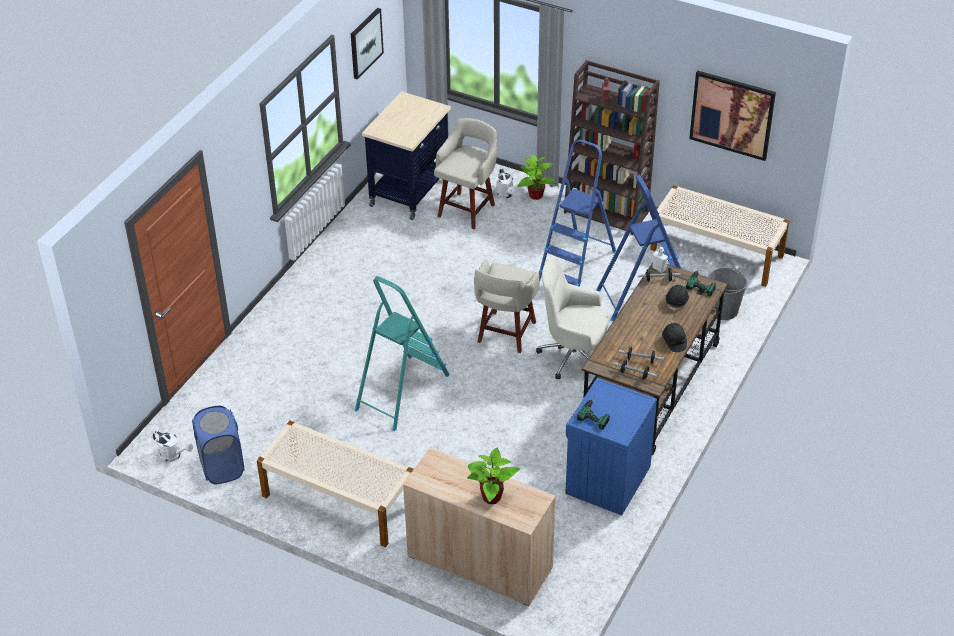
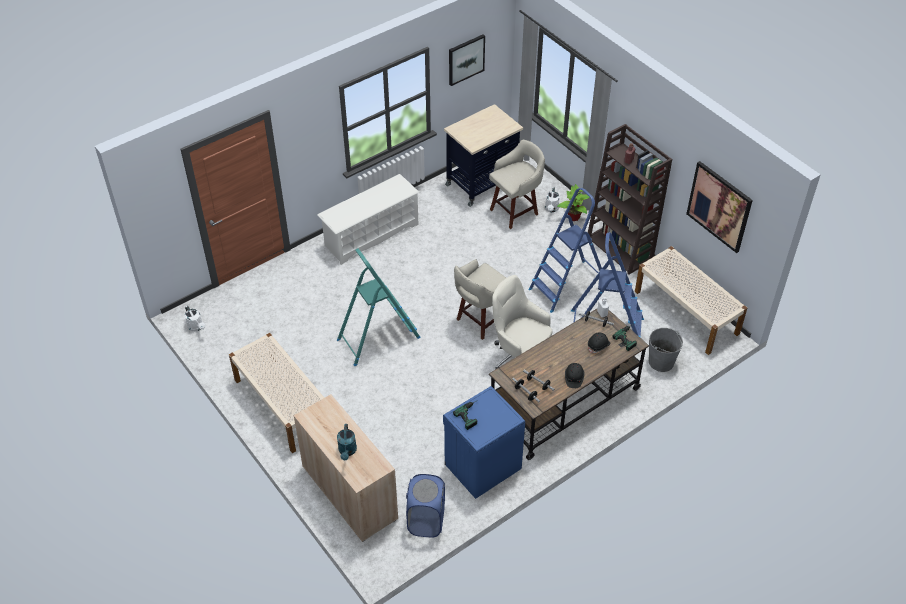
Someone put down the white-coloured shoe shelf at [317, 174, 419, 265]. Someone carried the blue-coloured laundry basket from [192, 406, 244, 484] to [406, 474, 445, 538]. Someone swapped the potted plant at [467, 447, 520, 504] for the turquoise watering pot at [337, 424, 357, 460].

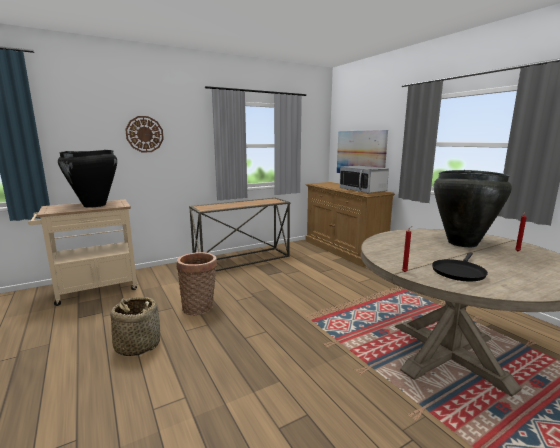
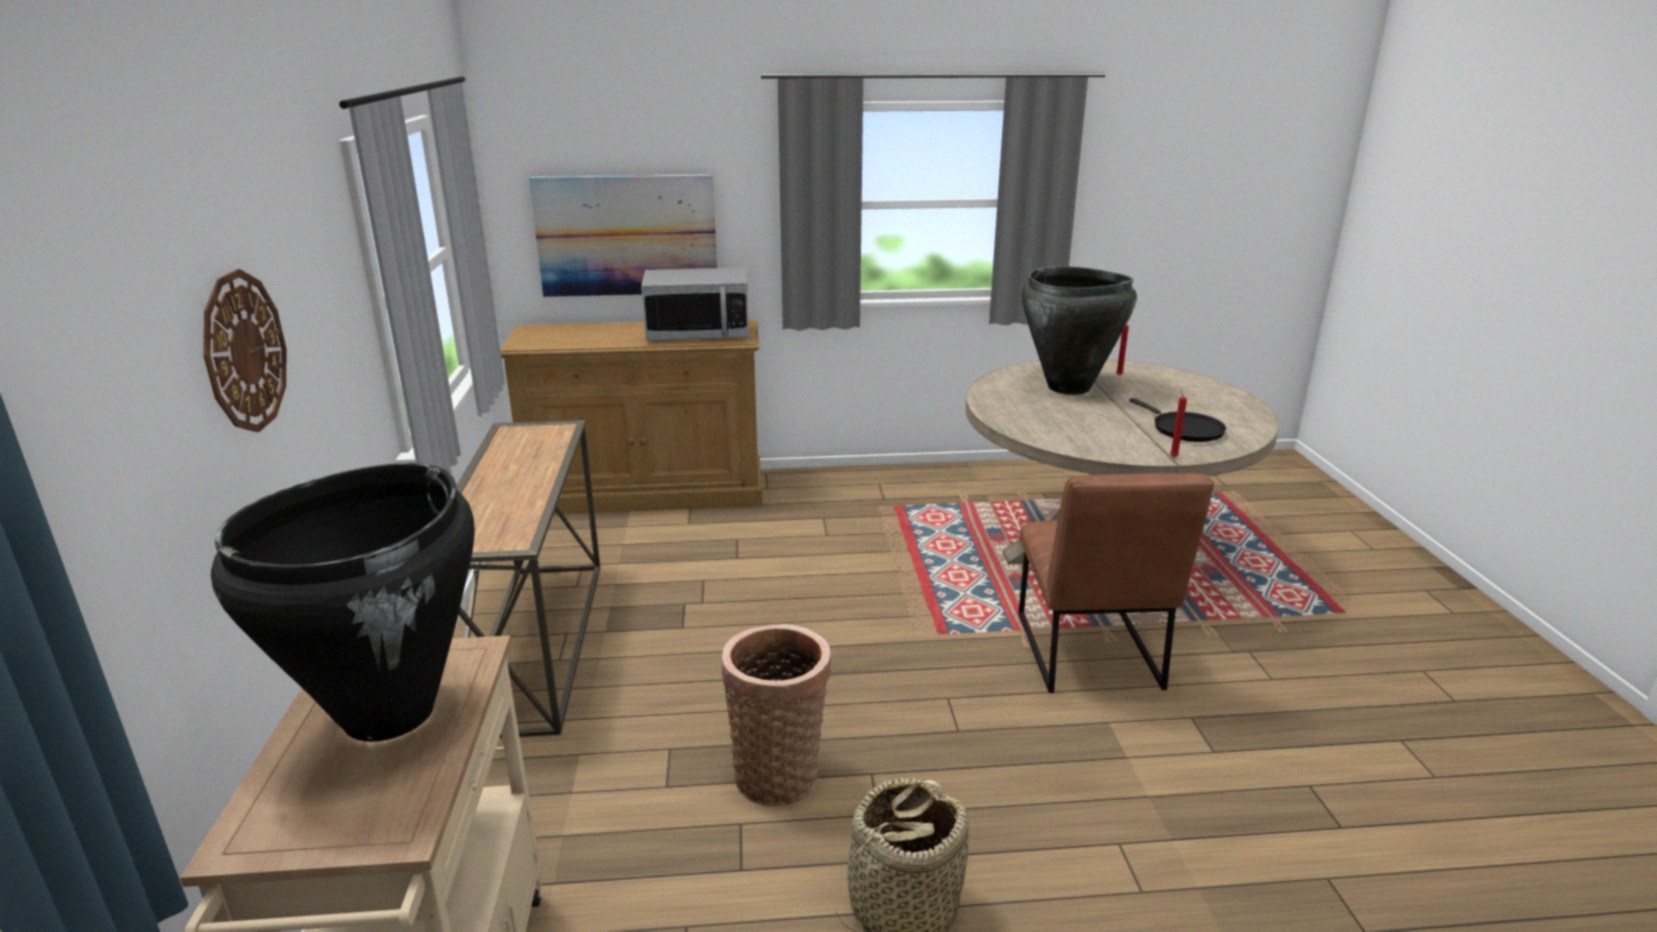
Someone put down the brown-coloured upright chair at [1018, 474, 1214, 693].

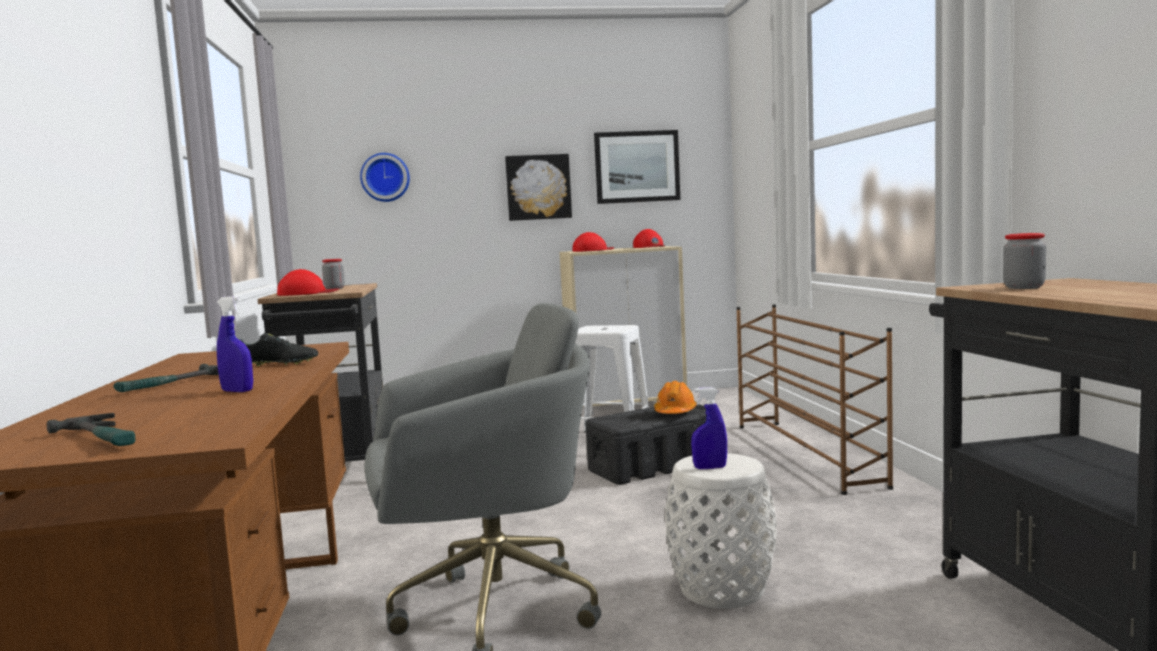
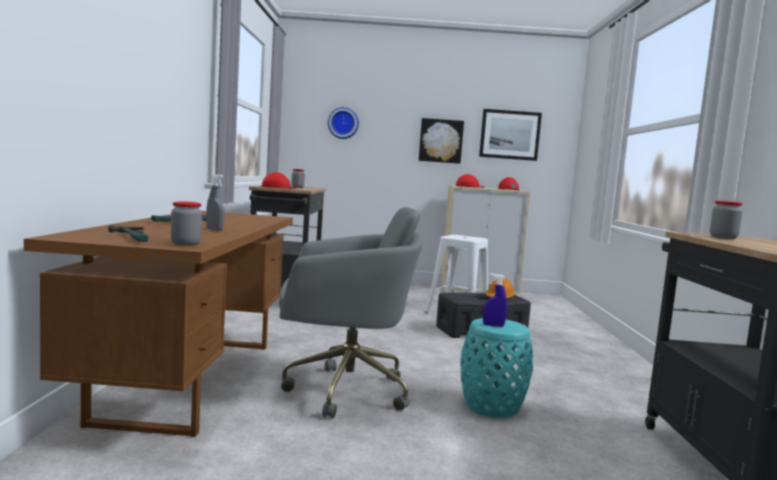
Someone took away the black low shoe at [239, 333, 318, 366]. Someone took away the brown-coloured shoe shelf at [736, 304, 893, 495]. Someone put down the storage jar at [171, 201, 202, 246]. Someone repainted the blue-coloured hand sprayer at [217, 296, 253, 392], which became the gray hand sprayer at [206, 174, 225, 231]. Someone repainted the white-coloured stool seat at [665, 453, 776, 609], which became the turquoise stool seat at [460, 318, 533, 418].

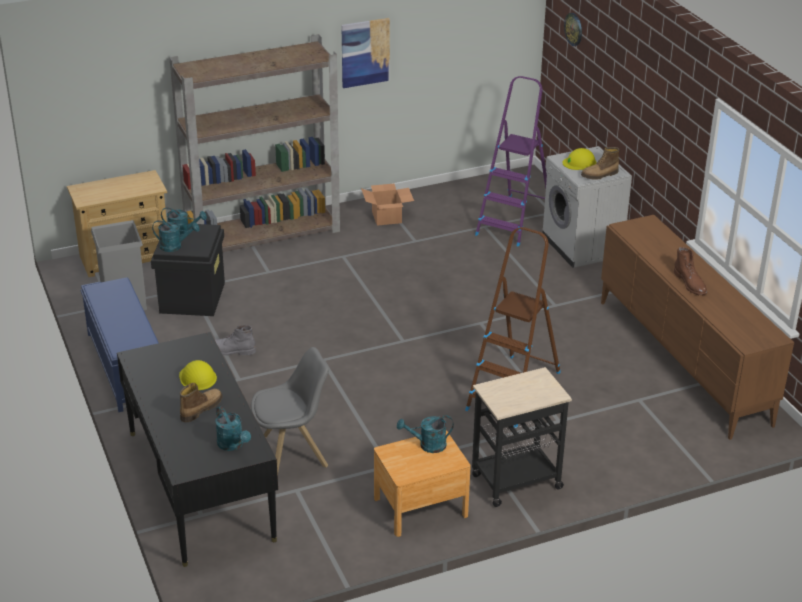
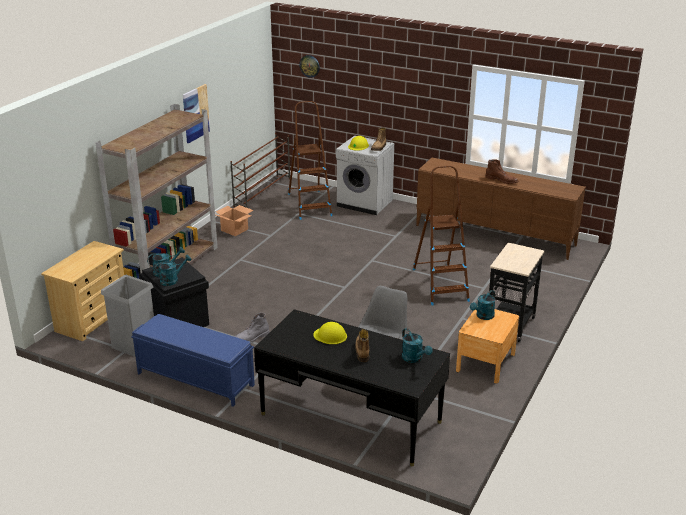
Someone put down the brown-coloured shoe shelf at [230, 133, 290, 208]. Someone repainted the purplish step ladder at [475, 76, 547, 247], which became the brown-coloured step ladder at [288, 101, 332, 220]. Someone rotated the turquoise watering pot at [215, 406, 251, 451] by 45 degrees clockwise.

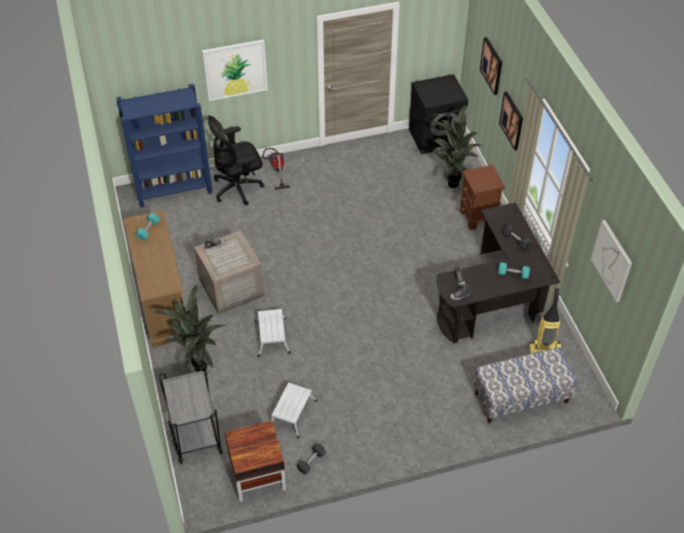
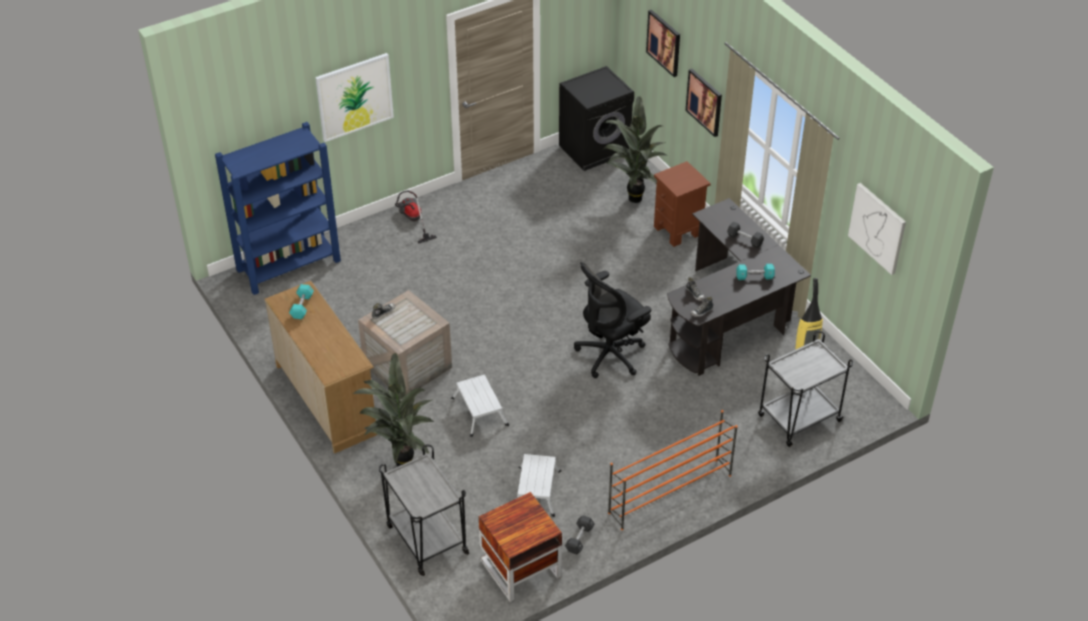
Someone put down the orange-coloured shoe shelf at [608, 410, 738, 530]. Someone carried the black computer chair from [208, 115, 264, 205] to [574, 262, 651, 378]. Someone swapped the bench at [474, 347, 578, 423] for the gray wheeled cart at [758, 331, 853, 447].

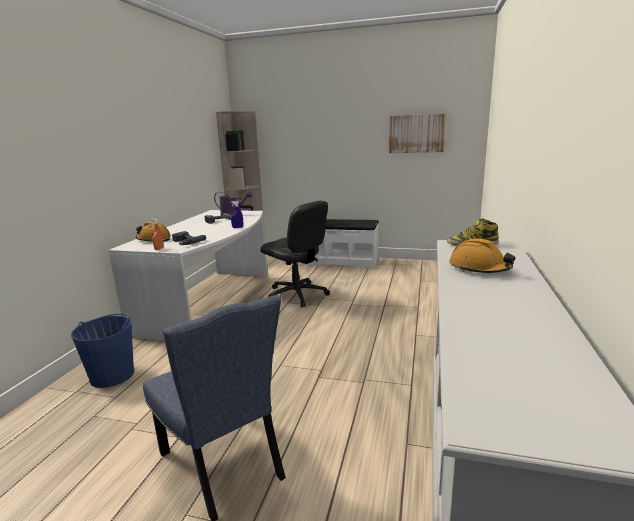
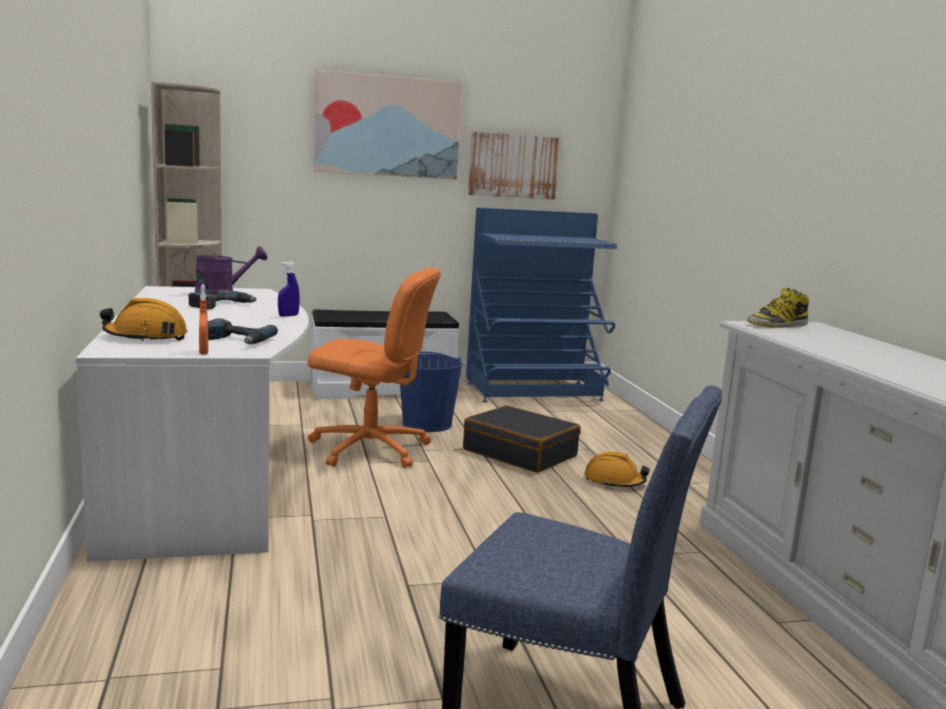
Someone put up the picture at [314, 70, 462, 180]. Someone put down the black piece of luggage at [463, 405, 581, 473]. Someone put down the blue-coloured shoe shelf at [466, 207, 617, 403]. Someone carried the blue-coloured water bucket from [71, 314, 134, 388] to [400, 352, 462, 432]. Someone carried the orange-coloured safety helmet from [449, 239, 515, 273] to [584, 452, 650, 487]. Someone repainted the black computer chair at [260, 201, 330, 308], which became the orange-coloured computer chair at [308, 267, 441, 468].

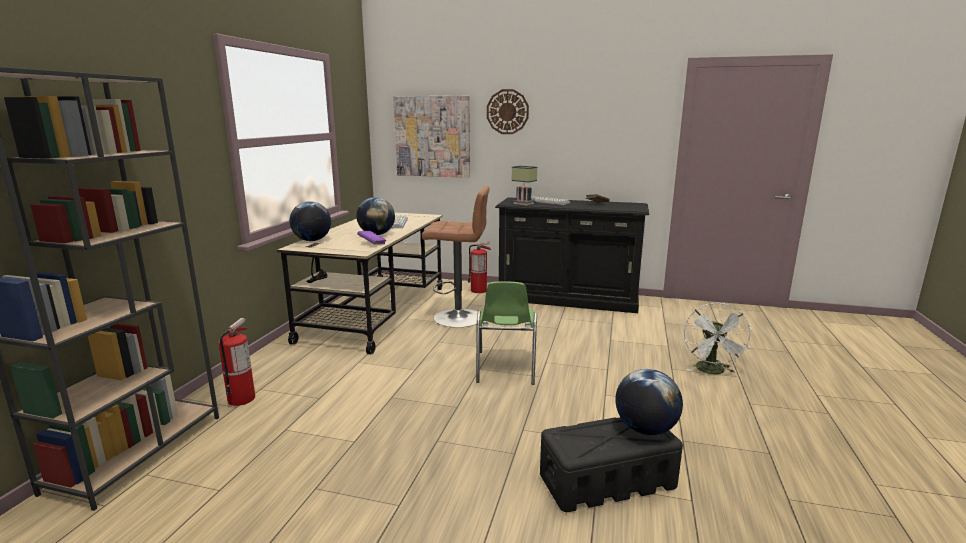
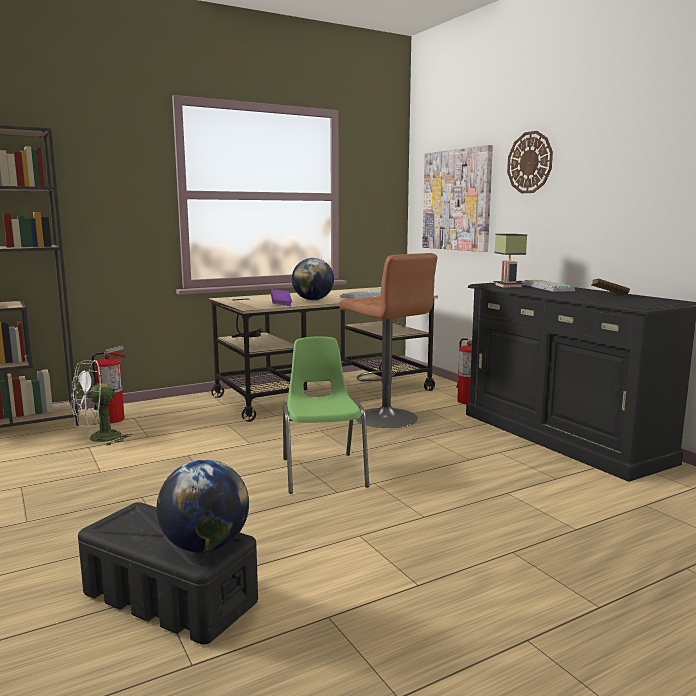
Someone took away the globe at [290, 201, 331, 241]. Someone carried the white-coloured electric fan from [684, 303, 752, 374] to [71, 360, 132, 445]. Someone rotated the greenish upright chair at [476, 281, 537, 385] by 120 degrees clockwise.

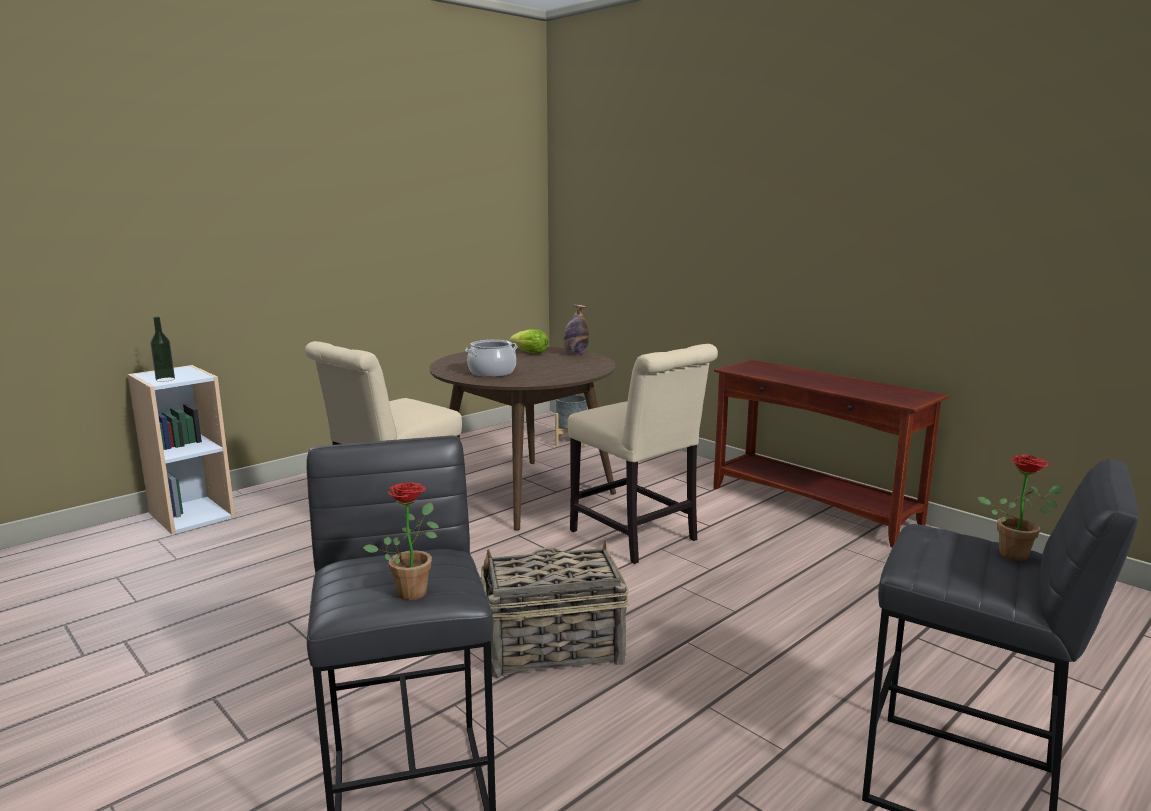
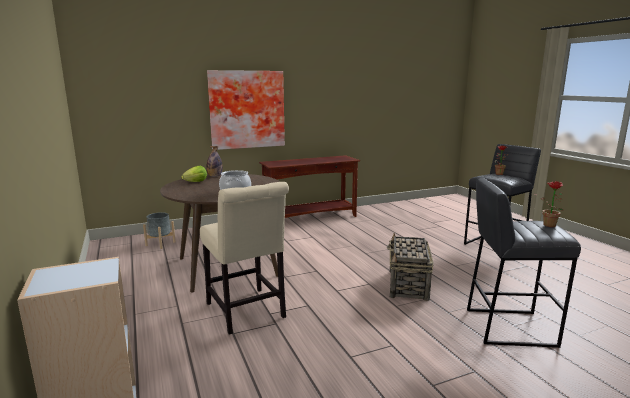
Someone took away the drink bottle at [150, 317, 175, 382]. Someone took away the beige upright chair at [568, 344, 718, 564]. Someone put up the picture at [207, 70, 285, 150].

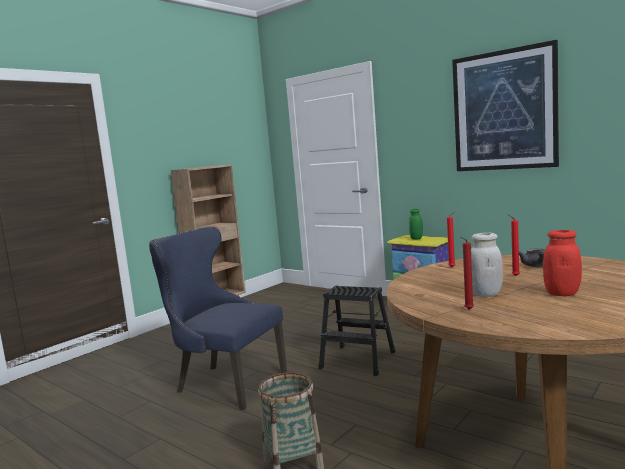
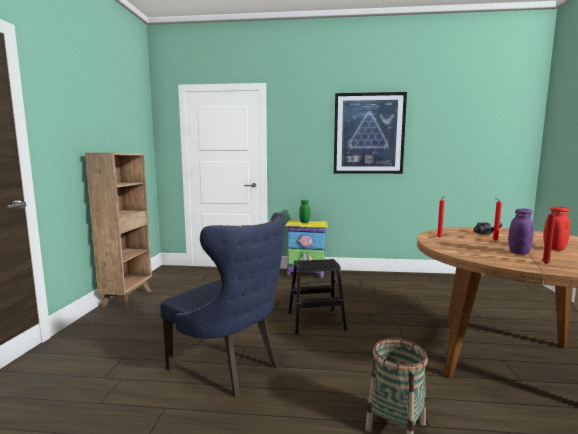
Someone repainted the white-coloured storage jar at [471, 233, 503, 297], which became the purplish storage jar at [508, 209, 534, 255]. Someone rotated the blue-coloured upright chair at [149, 227, 287, 410] by 135 degrees counterclockwise.

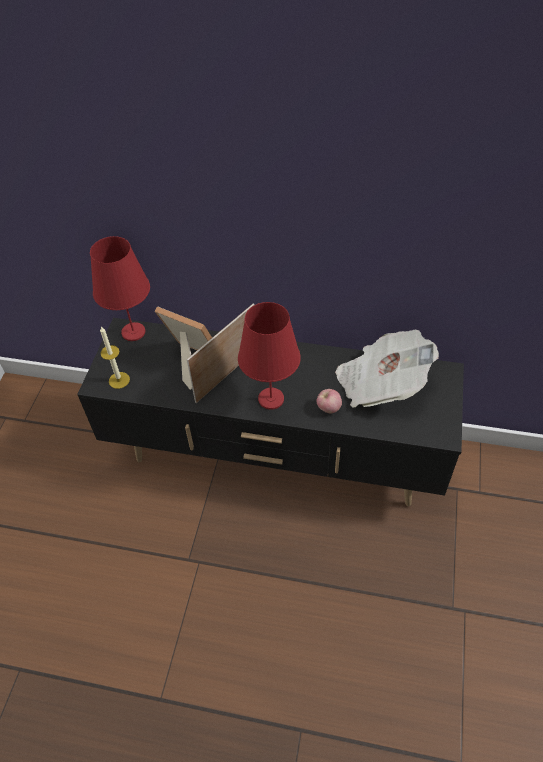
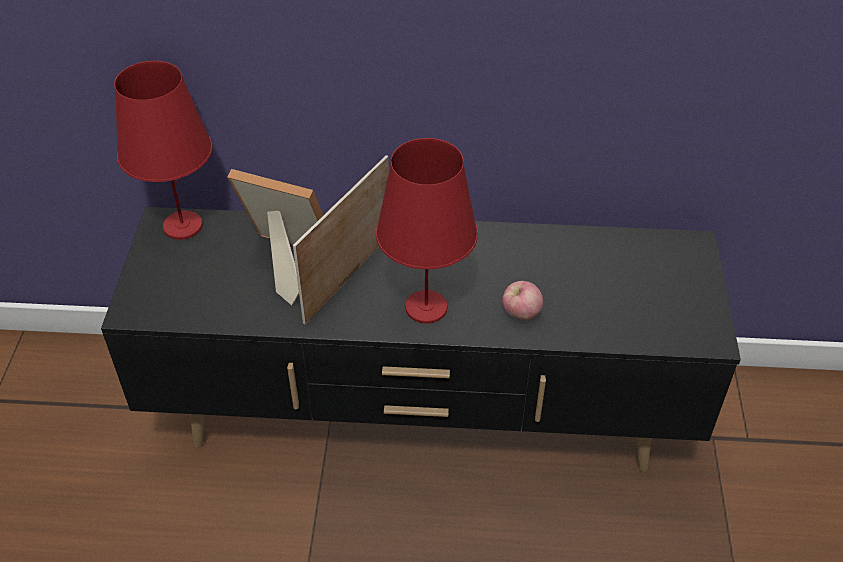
Someone took away the wax light at [100, 327, 130, 389]. Someone took away the daily paper at [335, 330, 439, 408].

